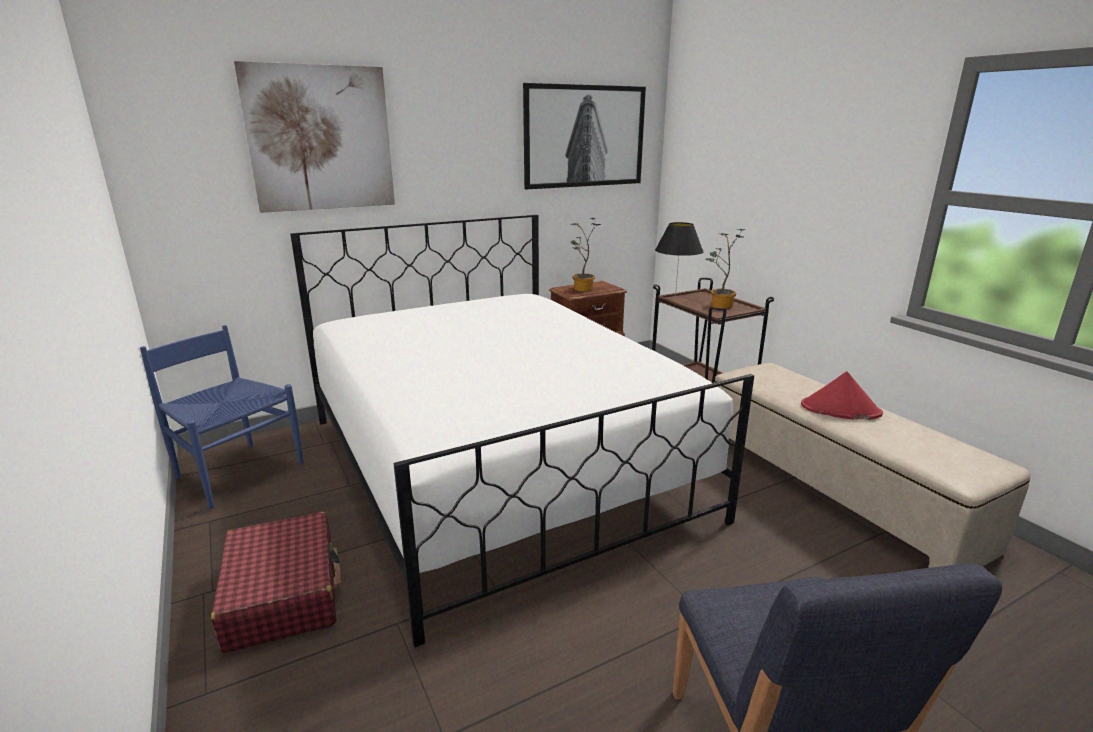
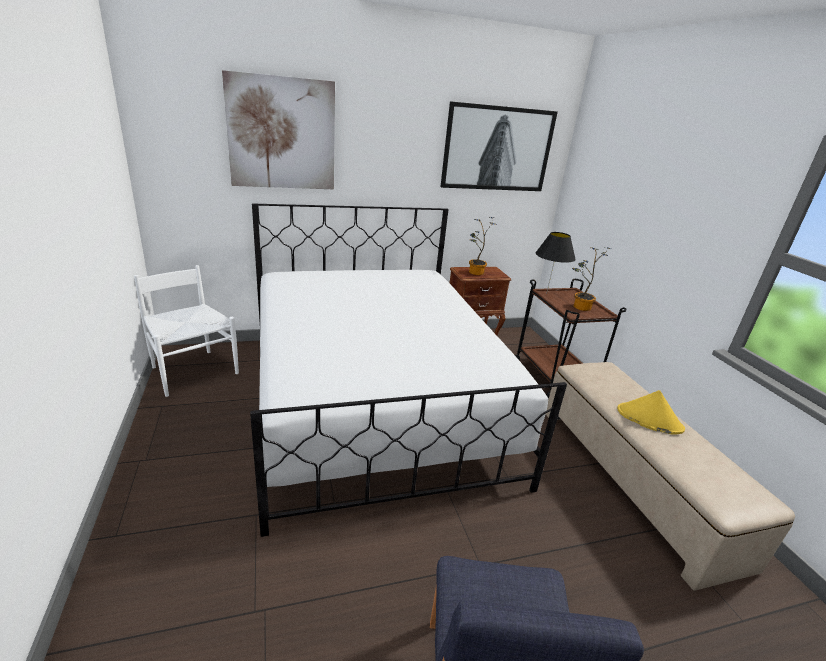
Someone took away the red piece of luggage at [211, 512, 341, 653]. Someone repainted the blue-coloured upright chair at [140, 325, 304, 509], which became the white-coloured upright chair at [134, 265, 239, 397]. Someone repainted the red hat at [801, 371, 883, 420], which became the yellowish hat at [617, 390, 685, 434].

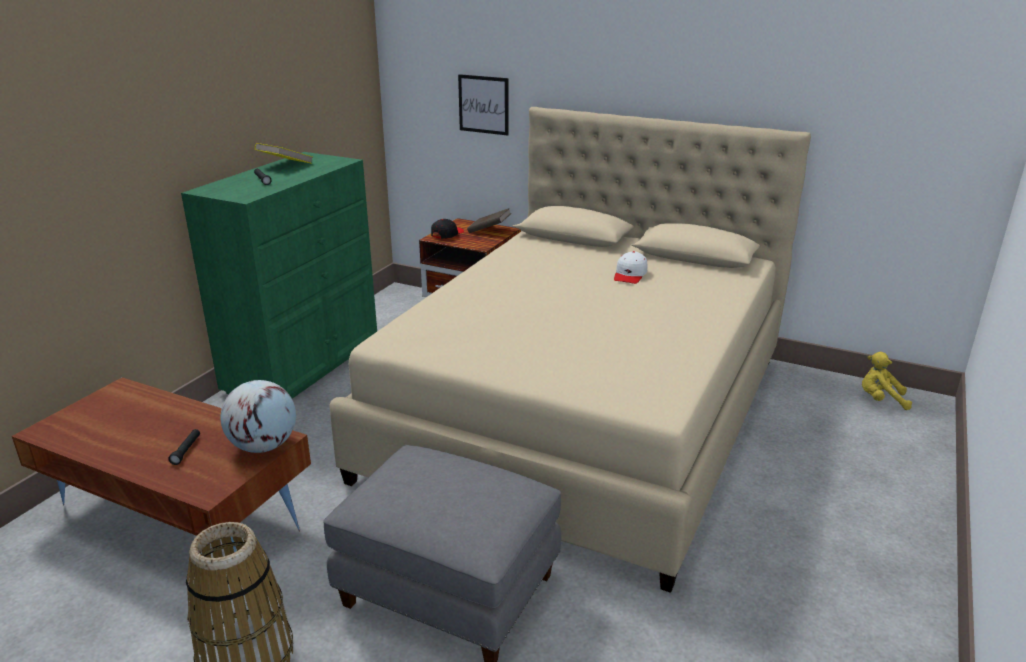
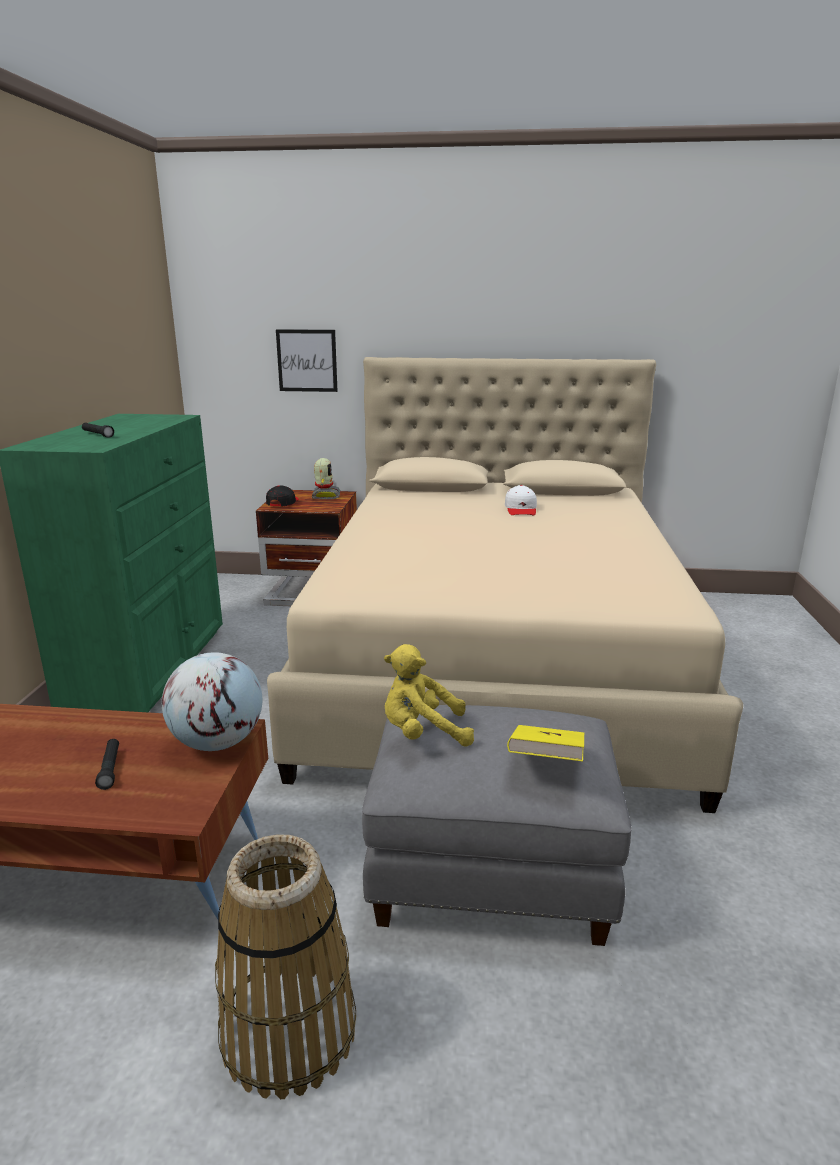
Someone carried the yellowish bound book from [255, 143, 312, 164] to [507, 725, 584, 761]. Someone carried the yellowish cuddly toy from [862, 352, 912, 410] to [384, 644, 474, 747]. Someone swapped the brown-coloured bound book at [467, 208, 512, 233] for the model robot at [312, 458, 341, 499].

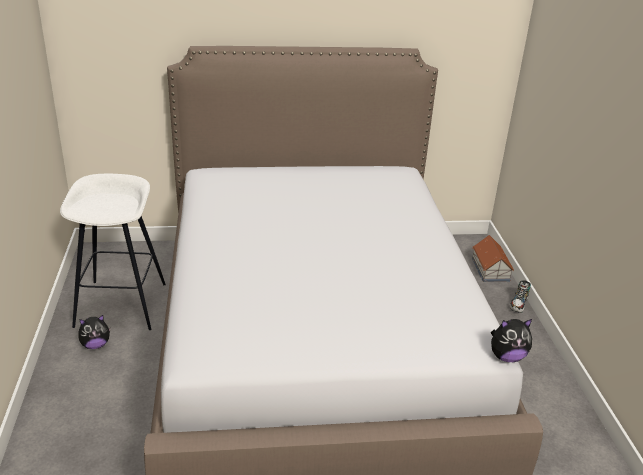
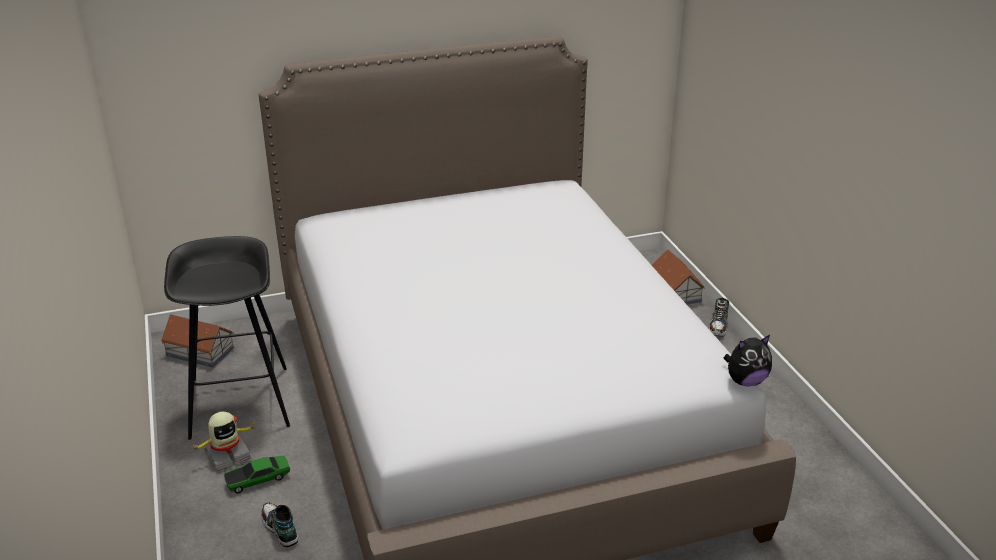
Someone put down the miniature house at [161, 315, 234, 368]. Someone put down the miniature car at [224, 455, 290, 494]. Someone put down the low shoe at [261, 502, 298, 547]. Someone swapped the cuddly toy at [78, 315, 111, 349] for the model robot at [189, 412, 257, 471]. Someone repainted the white-coloured stool seat at [60, 174, 166, 330], which became the black stool seat at [164, 236, 290, 440].

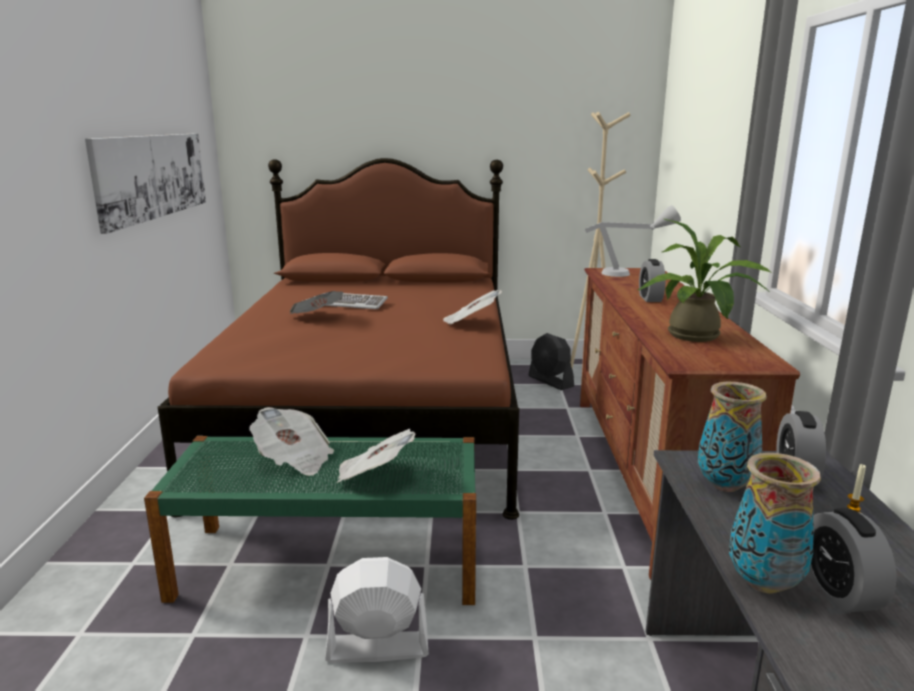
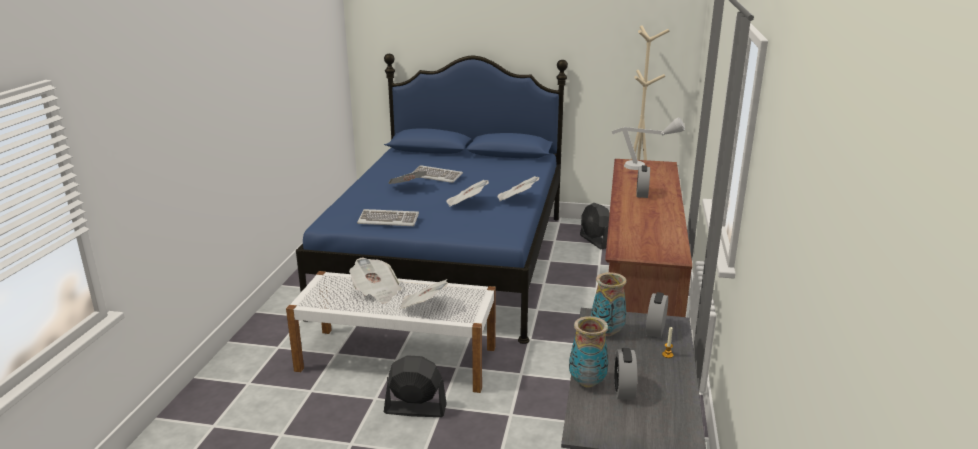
Someone took away the picture at [85, 134, 206, 234]. Someone took away the potted plant at [638, 219, 771, 342]. Someone put down the keyboard at [357, 209, 419, 226]. Someone put down the daily paper at [446, 180, 489, 207]. Someone repainted the greenish bench at [144, 436, 476, 605], which became the white-coloured bench at [286, 271, 496, 393]. Someone repainted the brown-coloured sleeping bed at [157, 158, 519, 520], which became the blue-coloured sleeping bed at [296, 54, 568, 344]. Someone repainted the white-coloured electric fan at [325, 557, 428, 663], which became the black electric fan at [384, 355, 447, 417].

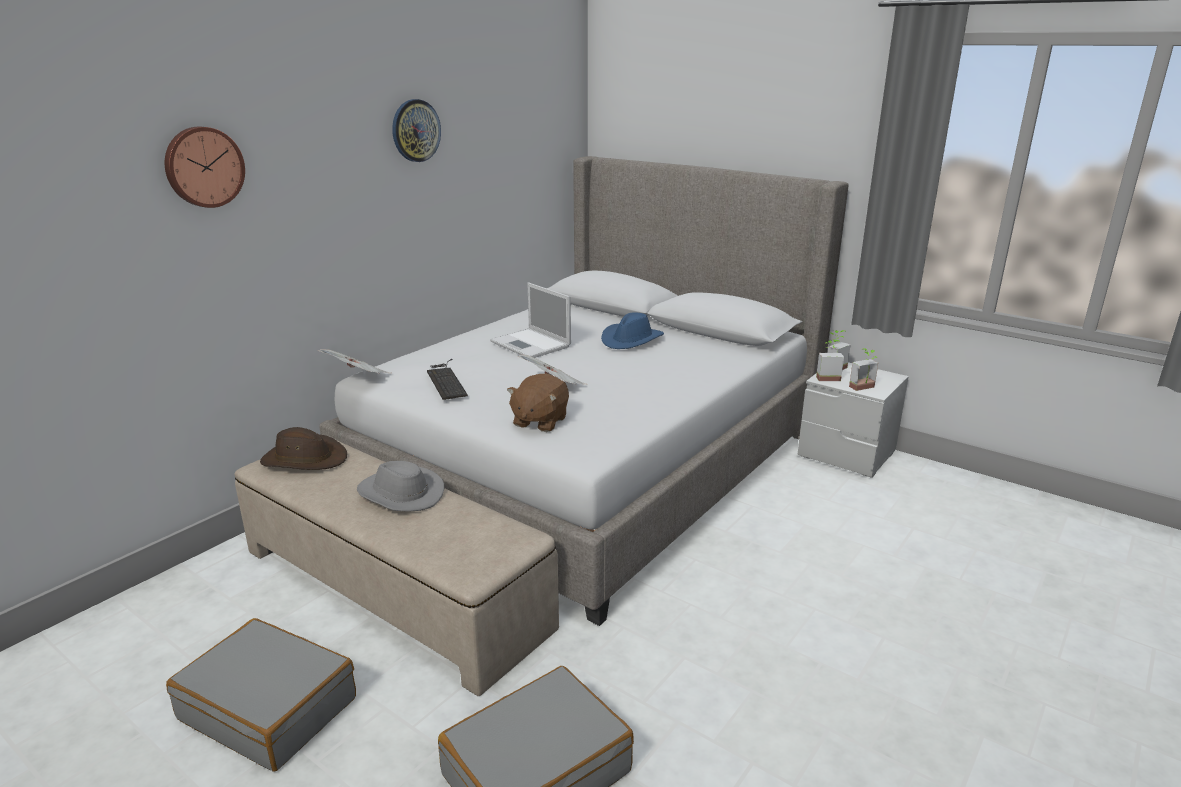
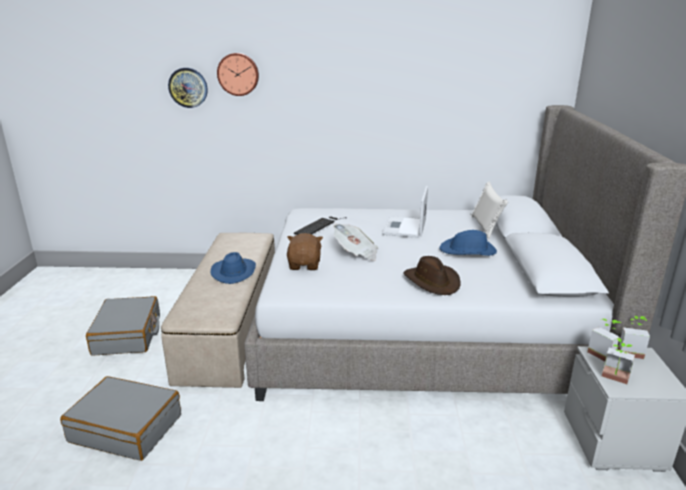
Someone took away the daily paper at [317, 349, 391, 373]. Someone put down the white-coloured throw pillow at [470, 182, 508, 239]. Someone carried the brown-coloured hat from [260, 427, 347, 470] to [403, 256, 461, 295]. Someone carried the hanging clock from [392, 99, 441, 162] to [168, 68, 208, 108]. Someone repainted the gray hat at [357, 461, 444, 511], which became the blue-coloured hat at [211, 252, 256, 284]. Someone rotated the brown-coloured cuddly toy at [507, 374, 569, 432] by 105 degrees clockwise.

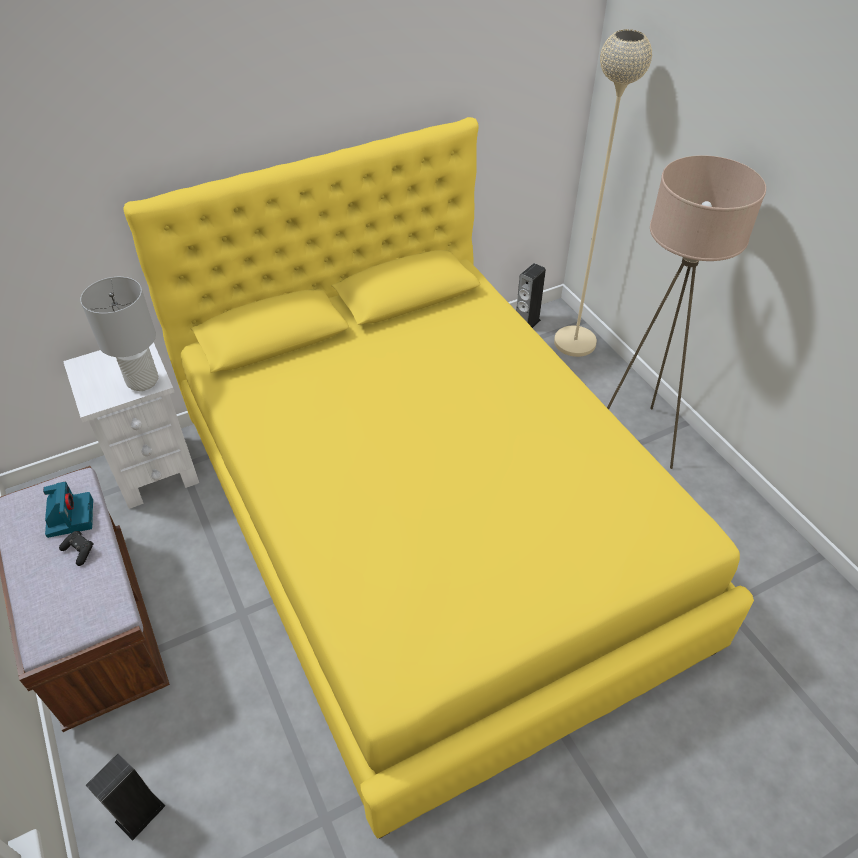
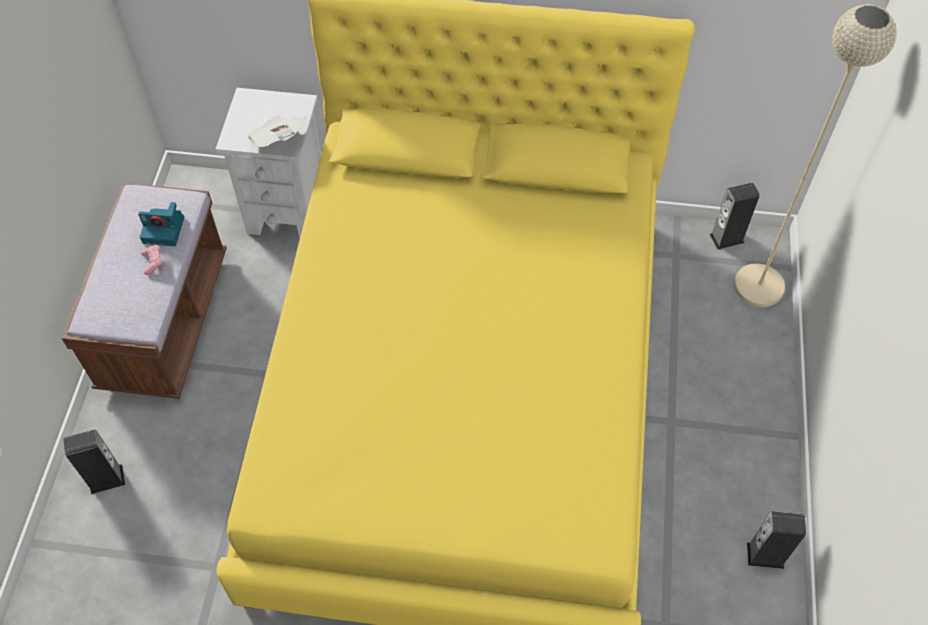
Someone took away the beige standing lamp at [607, 155, 766, 469]. Someone put down the loudspeaker at [747, 511, 806, 569]. Someone swapped the gray table lamp at [80, 277, 158, 391] for the daily paper at [247, 115, 308, 147]. Someone repainted the black game controller at [59, 531, 94, 566], which became the pinkish game controller at [141, 245, 164, 275]. Someone rotated the still camera at [43, 481, 93, 538] by 75 degrees clockwise.

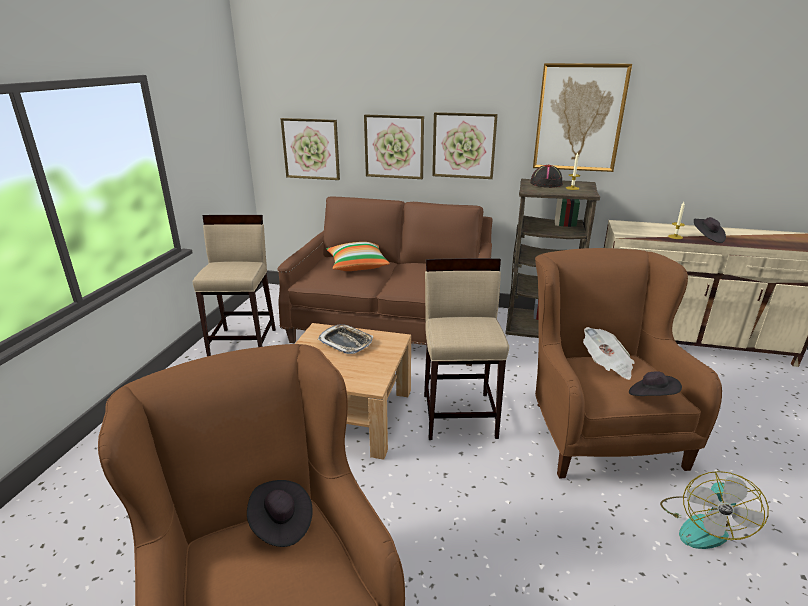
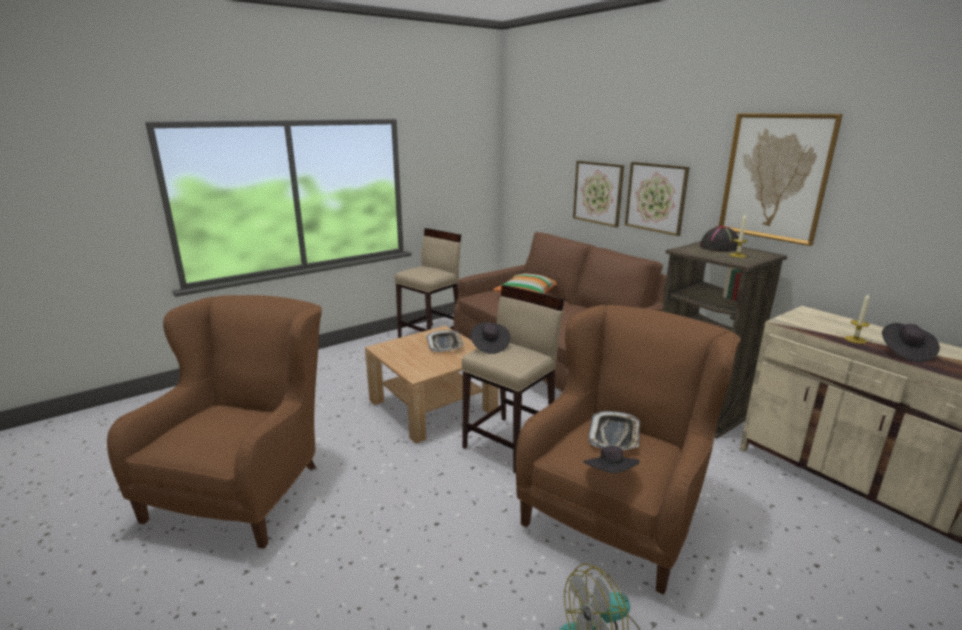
Someone took away the picture at [281, 118, 340, 180]. Someone carried the black hat from [247, 480, 313, 547] to [470, 322, 510, 354]. Someone swapped the daily paper at [583, 327, 635, 380] for the serving tray at [588, 411, 640, 450].

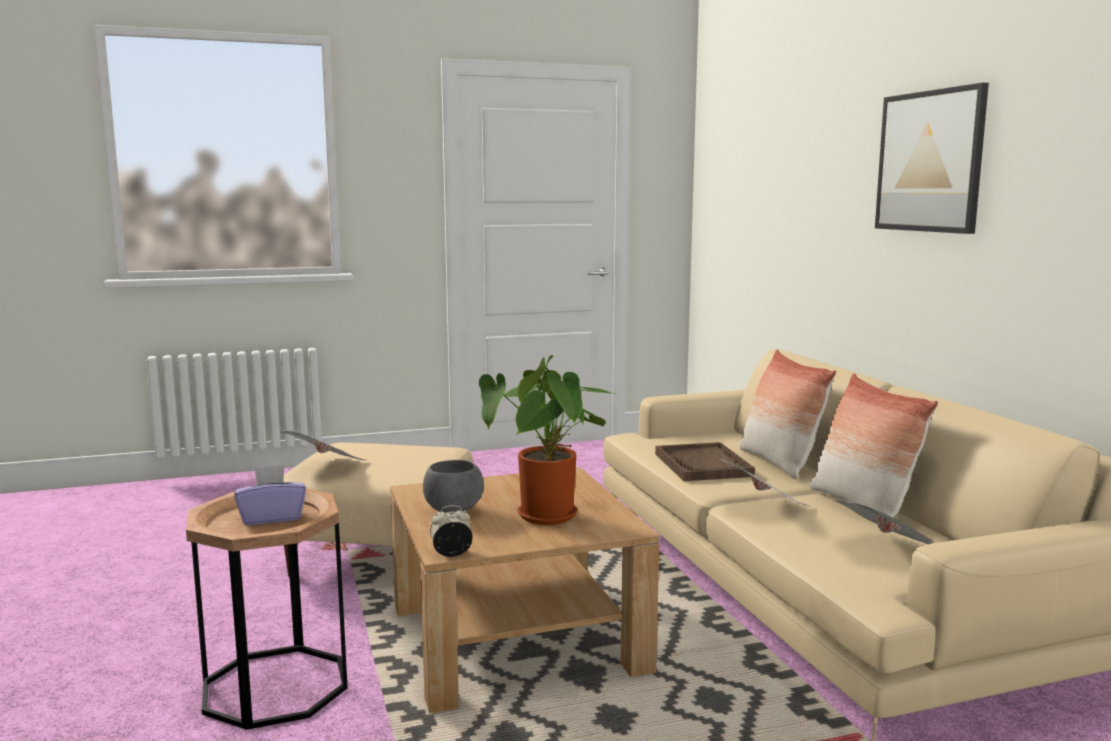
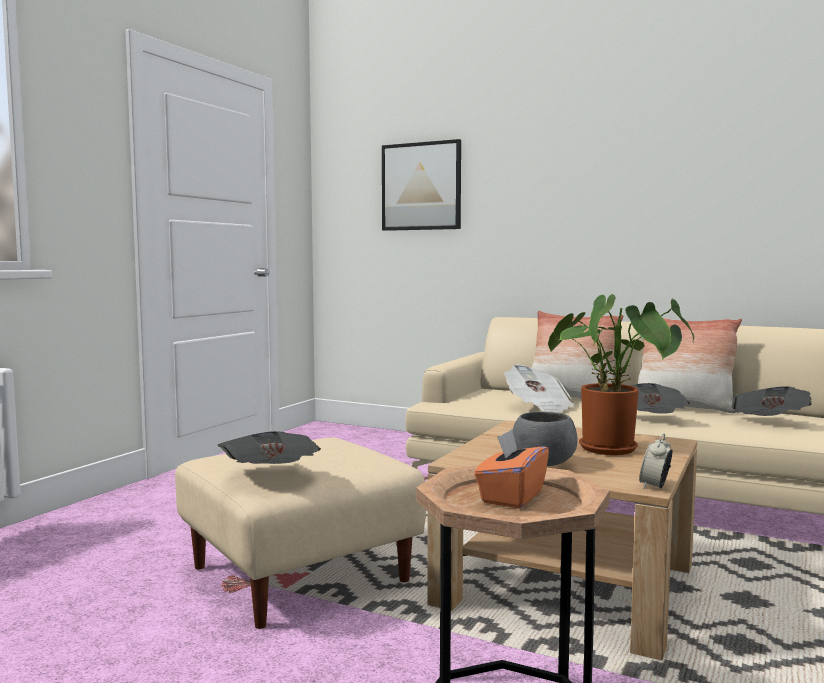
Someone carried the picture from [875, 83, 989, 234] to [382, 139, 461, 231]. Someone swapped the brown-coloured serving tray at [655, 442, 755, 481] for the daily paper at [504, 364, 574, 413]. Someone repainted the purplish tissue box at [234, 465, 306, 525], which became the orange-coloured tissue box at [474, 429, 549, 509].

